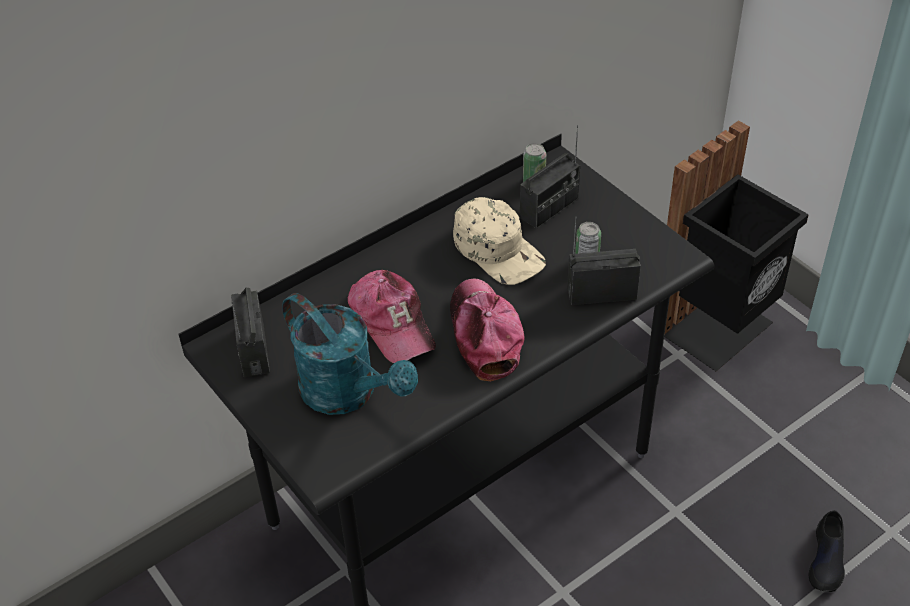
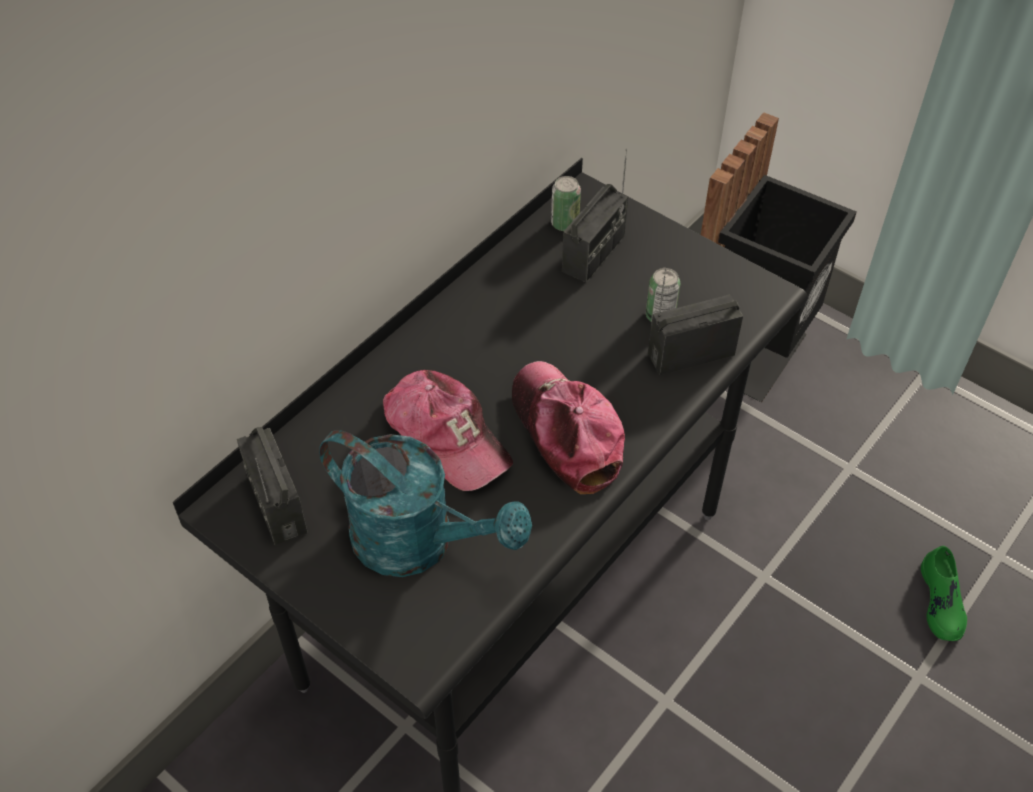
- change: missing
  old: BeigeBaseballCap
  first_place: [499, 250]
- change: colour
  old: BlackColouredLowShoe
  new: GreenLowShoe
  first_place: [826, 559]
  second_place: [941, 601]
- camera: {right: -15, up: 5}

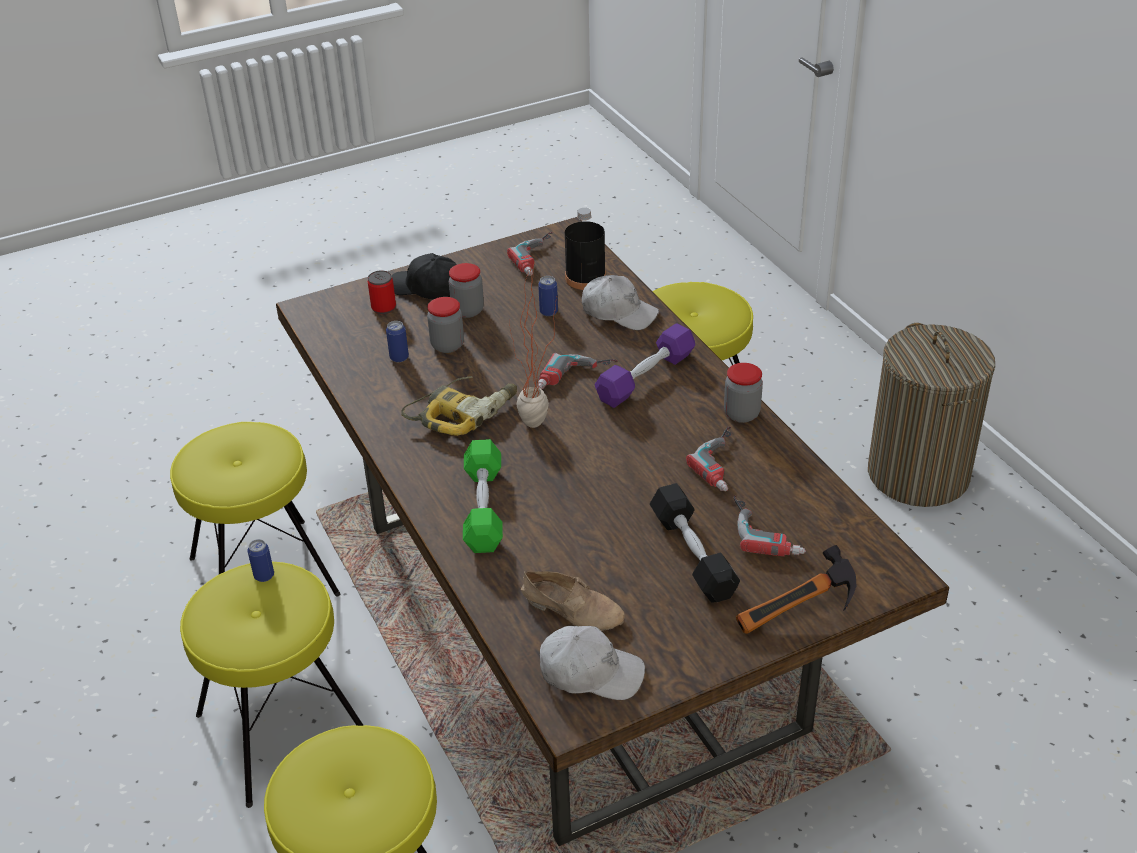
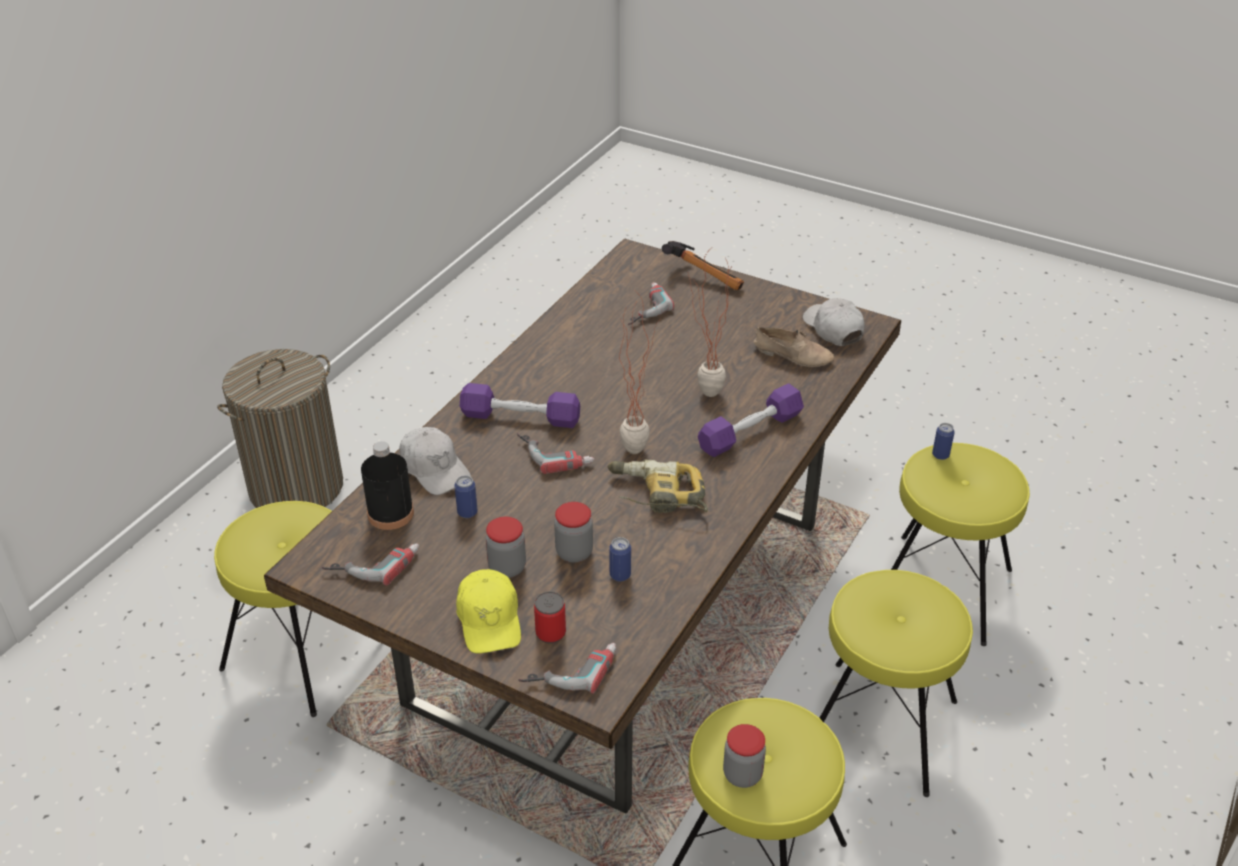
- change: relocated
  old: SealedCan
  first_place: [264, 575]
  second_place: [940, 455]
- change: colour
  old: BlackColouredBaseballCap
  new: YellowColouredBaseballCap
  first_place: [427, 288]
  second_place: [489, 619]
- change: colour
  old: GreenHandWeight
  new: PurplishHandWeight
  first_place: [483, 507]
  second_place: [750, 431]
- change: spun
  old: BeigeLowShoe
  first_place: [573, 608]
  second_place: [793, 354]
  degrees: 120
- change: spun
  old: WhitishBaseballCap
  first_place: [619, 312]
  second_place: [434, 469]
  degrees: 150
- change: missing
  old: BlackColouredHandWeight
  first_place: [693, 555]
- change: relocated
  old: ElectricDrill
  first_place: [725, 464]
  second_place: [570, 668]
- change: relocated
  old: Jar
  first_place: [741, 414]
  second_place: [742, 774]
- change: appeared
  new: Houseplant
  second_place: [702, 395]
- camera: {right: -125, up: 0}

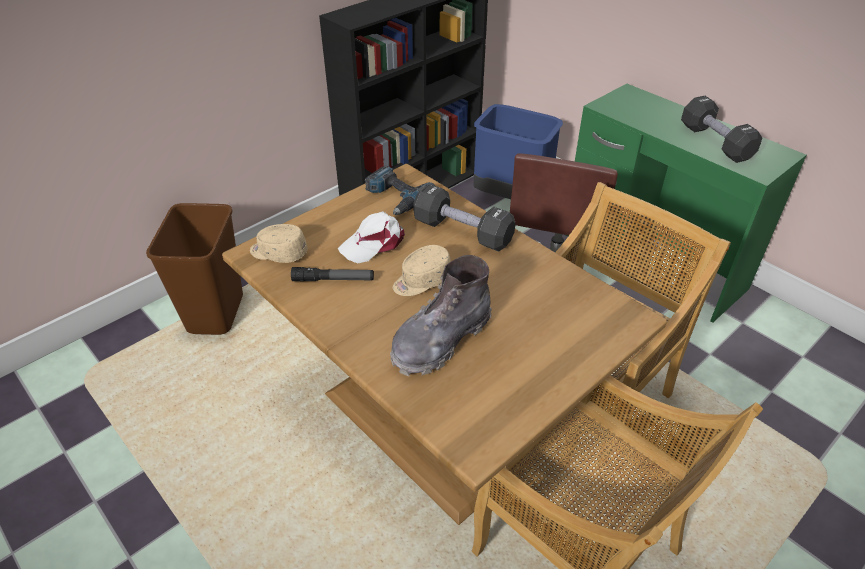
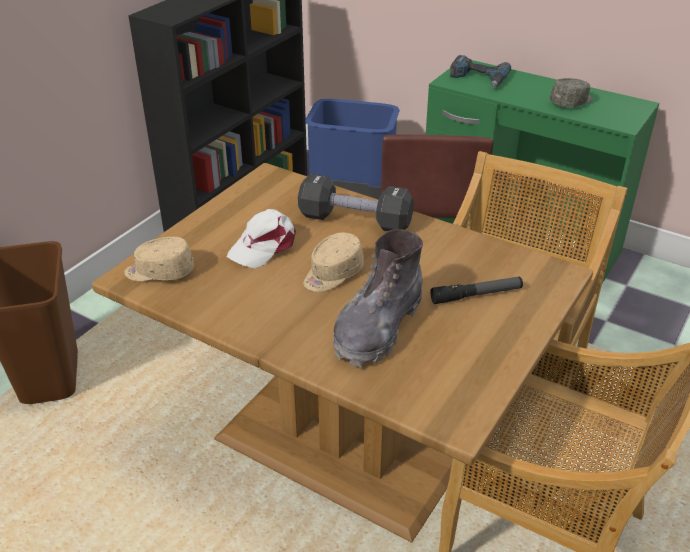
- change: relocated
  old: Flashlight
  first_place: [333, 280]
  second_place: [476, 295]
- change: relocated
  old: ElectricDrill
  first_place: [395, 197]
  second_place: [478, 78]
- change: exchanged
  old: BlackColouredHandWeight
  new: GreyishBaseballCap
  first_place: [715, 142]
  second_place: [571, 102]
- camera: {right: -15, up: -5}

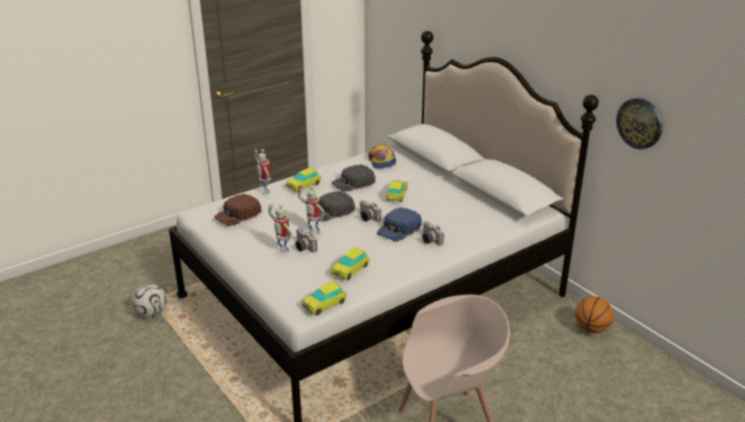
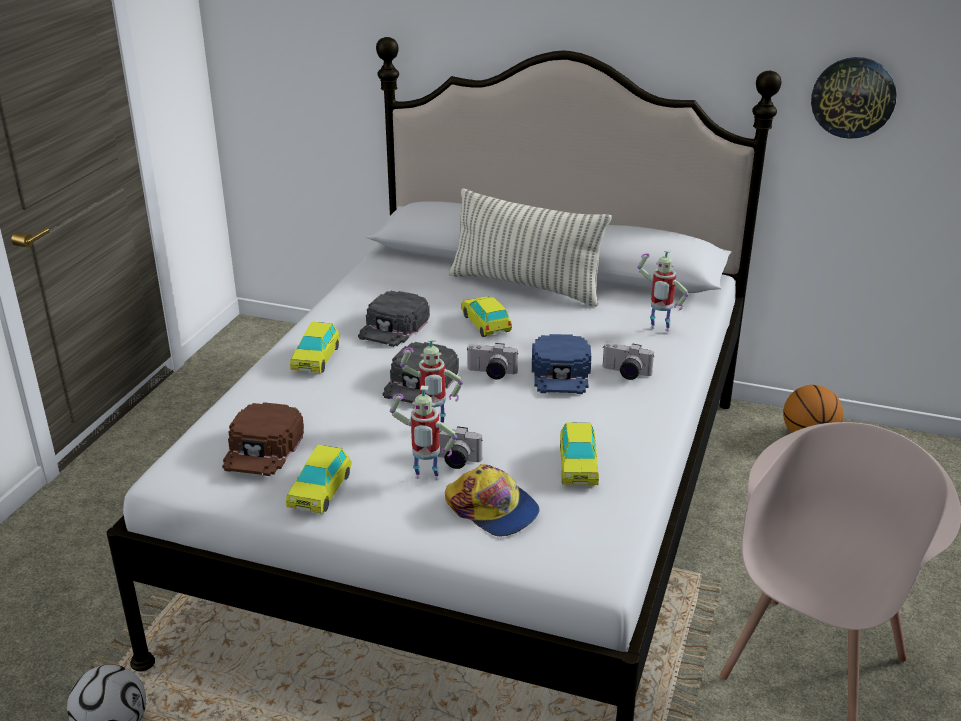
- change: relocated
  old: ModelRobot
  first_place: [265, 192]
  second_place: [658, 330]
- change: relocated
  old: ToyCar
  first_place: [324, 305]
  second_place: [320, 491]
- change: relocated
  old: BaseballCap
  first_place: [382, 161]
  second_place: [492, 509]
- change: appeared
  new: ThrowPillow
  second_place: [526, 286]
- camera: {right: -35, up: 0}

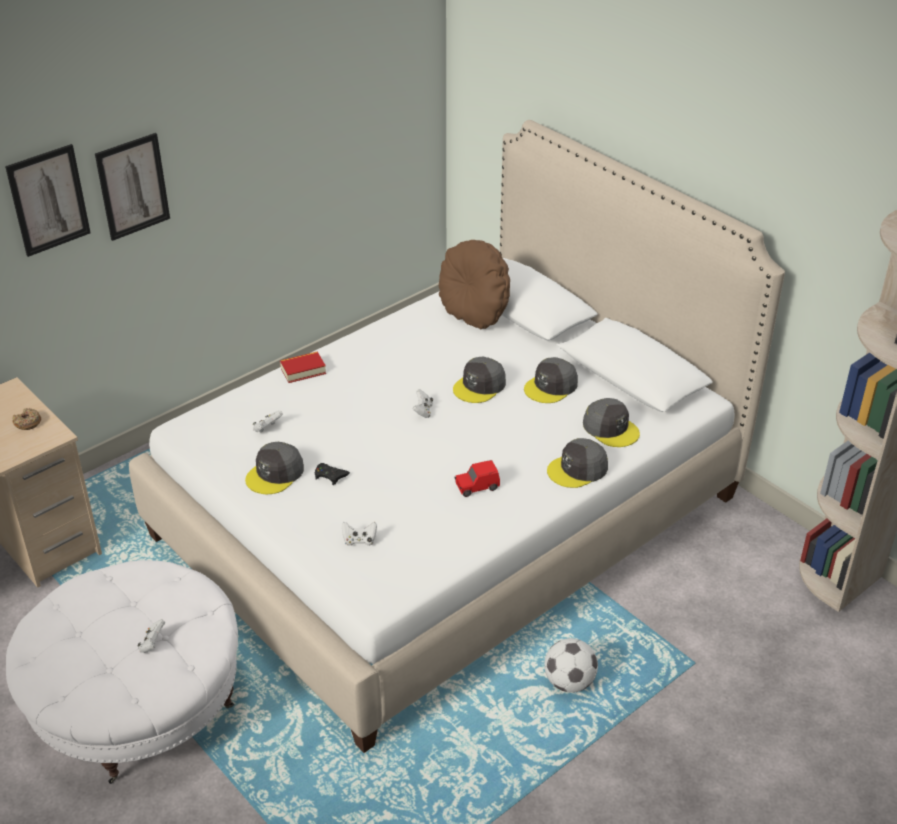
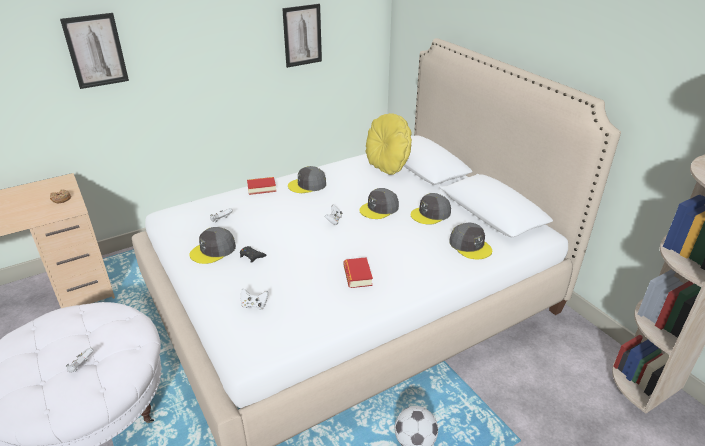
- change: relocated
  old: WallPicture
  first_place: [133, 186]
  second_place: [302, 35]
- change: colour
  old: BrownishThrowPillow
  new: YellowColouredThrowPillow
  first_place: [473, 316]
  second_place: [387, 167]
- change: exchanged
  old: RedColouredToyCar
  new: Volume
  first_place: [476, 487]
  second_place: [357, 276]
- change: relocated
  old: GreyishBaseballCap
  first_place: [578, 469]
  second_place: [307, 185]
- camera: {right: 10, up: -5}

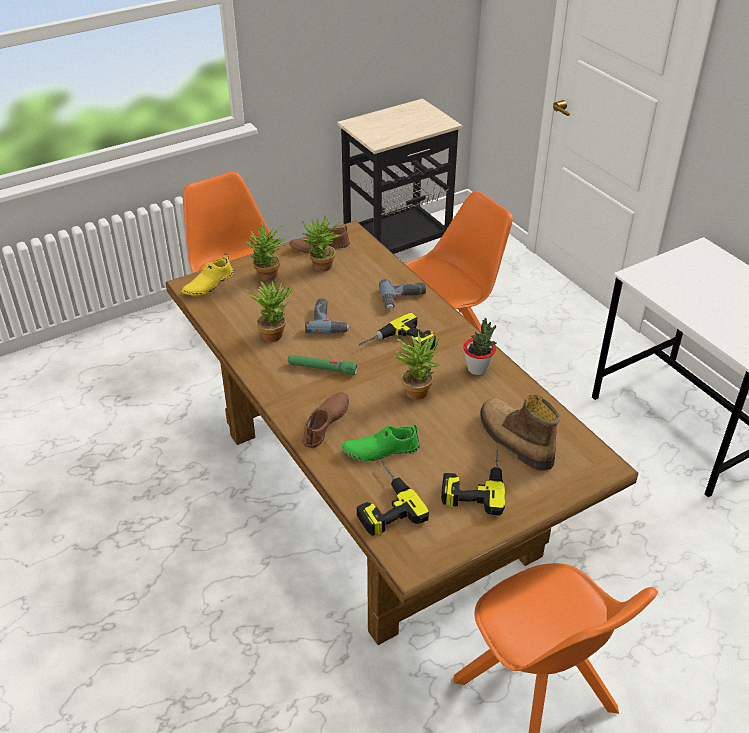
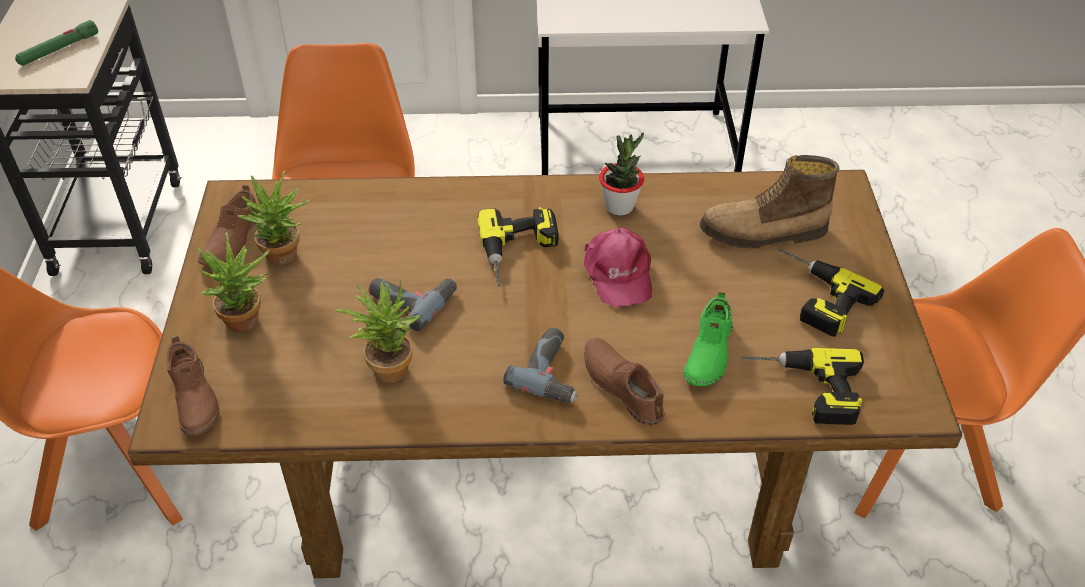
- change: colour
  old: YellowColouredLowShoe
  new: BrownishLowShoe
  first_place: [208, 284]
  second_place: [193, 399]
- change: relocated
  old: GreenFlashlight
  first_place: [322, 368]
  second_place: [58, 49]
- change: relocated
  old: ElectricDrill
  first_place: [403, 299]
  second_place: [553, 372]
- change: exchanged
  old: Houseplant
  new: PinkColouredBaseballCap
  first_place: [416, 389]
  second_place: [618, 273]
- camera: {right: -60, up: 5}

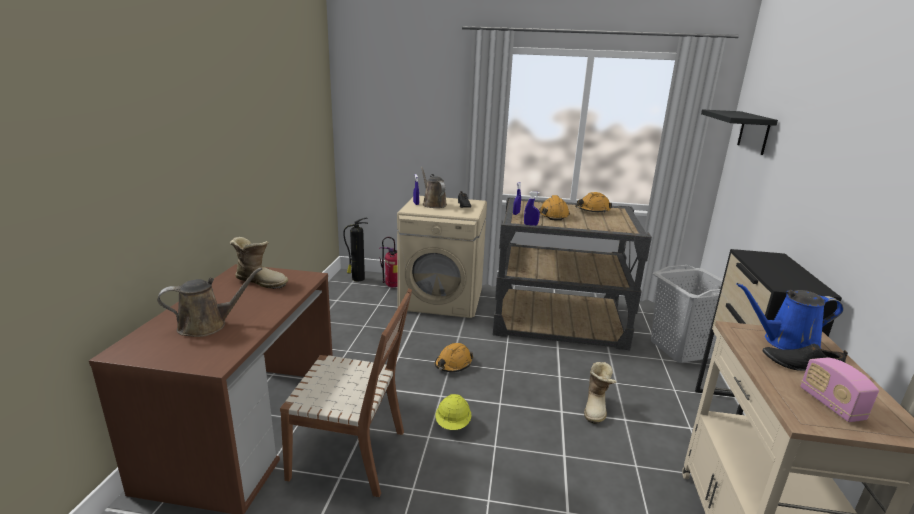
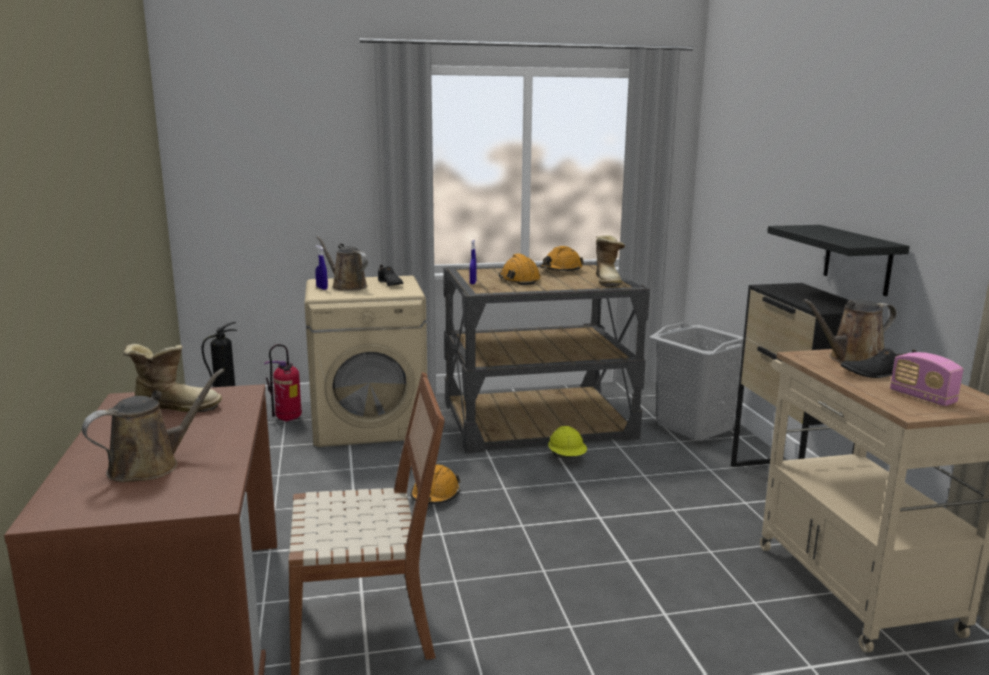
- change: relocated
  old: YellowColouredWorkHelmet
  first_place: [453, 424]
  second_place: [567, 457]
- change: missing
  old: BlueColouredHandSprayer
  first_place: [530, 225]
- change: relocated
  old: TallBoot
  first_place: [596, 408]
  second_place: [608, 281]
- change: relocated
  old: BlackColouredShelf
  first_place: [754, 132]
  second_place: [857, 260]
- change: colour
  old: BlueColouredWateringPot
  new: BrownishWateringPot
  first_place: [786, 343]
  second_place: [852, 359]
- camera: {right: -20, up: -5}

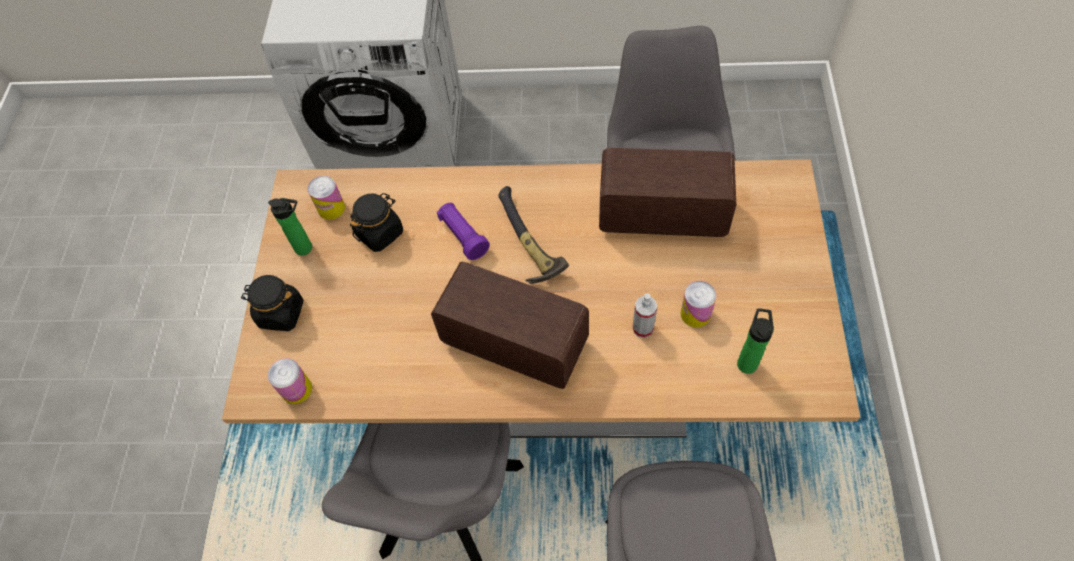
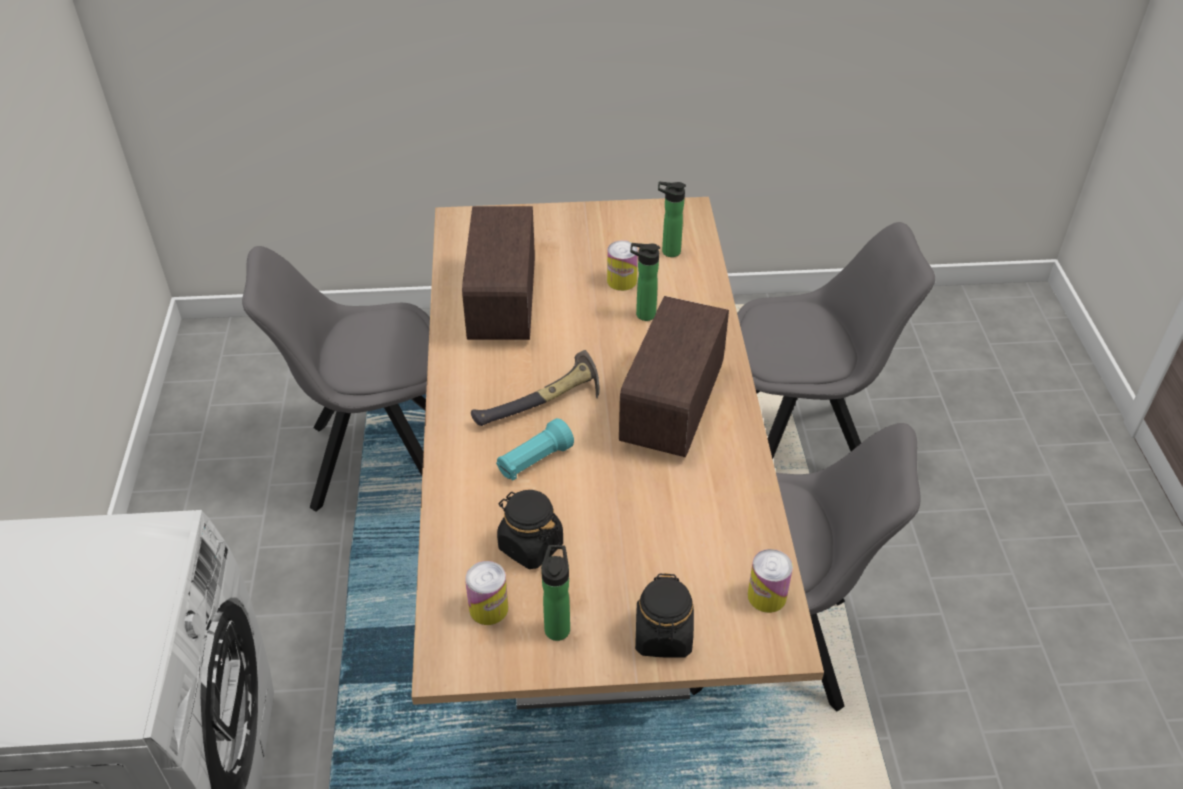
- change: colour
  old: PurplishFlashlight
  new: BlueGreenFlashlight
  first_place: [463, 236]
  second_place: [534, 461]
- change: exchanged
  old: HandSprayer
  new: BeverageBottle
  first_place: [643, 328]
  second_place: [642, 314]
- camera: {right: -100, up: -15}

